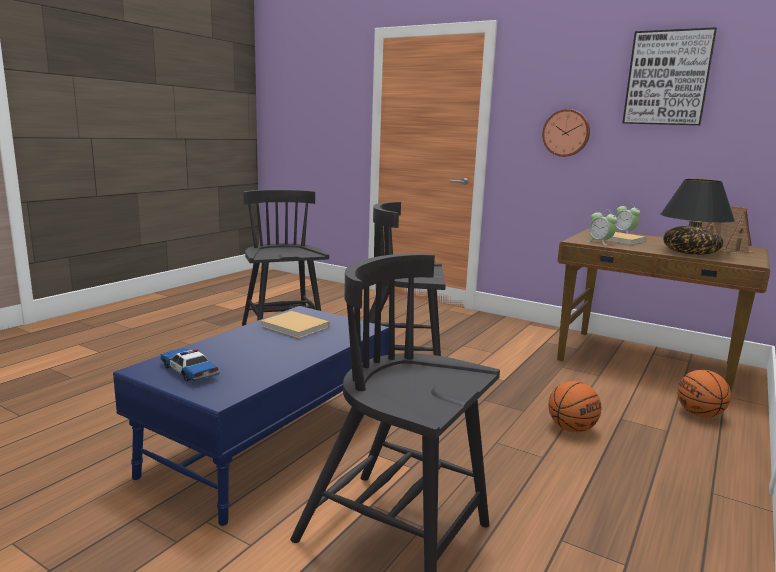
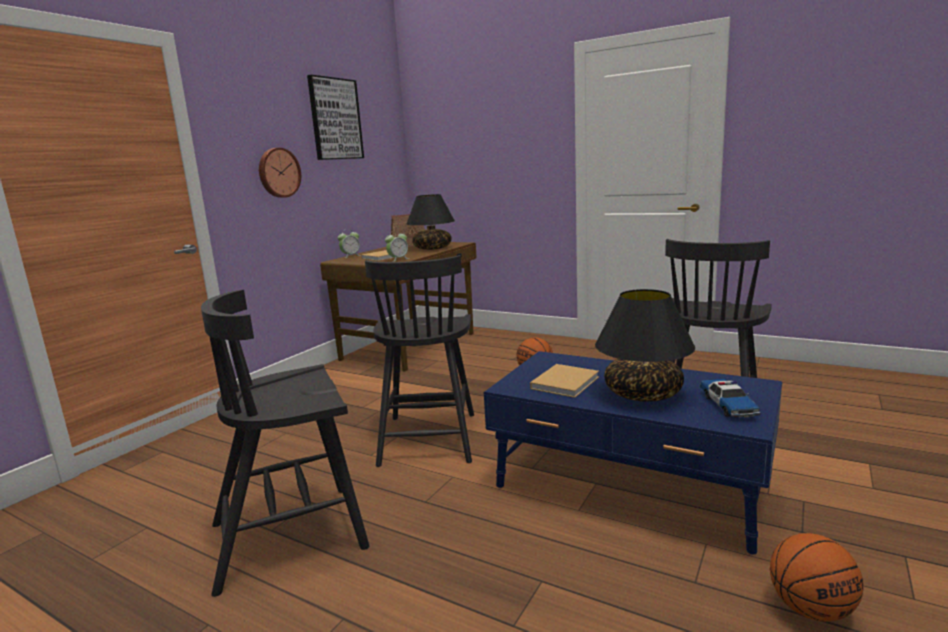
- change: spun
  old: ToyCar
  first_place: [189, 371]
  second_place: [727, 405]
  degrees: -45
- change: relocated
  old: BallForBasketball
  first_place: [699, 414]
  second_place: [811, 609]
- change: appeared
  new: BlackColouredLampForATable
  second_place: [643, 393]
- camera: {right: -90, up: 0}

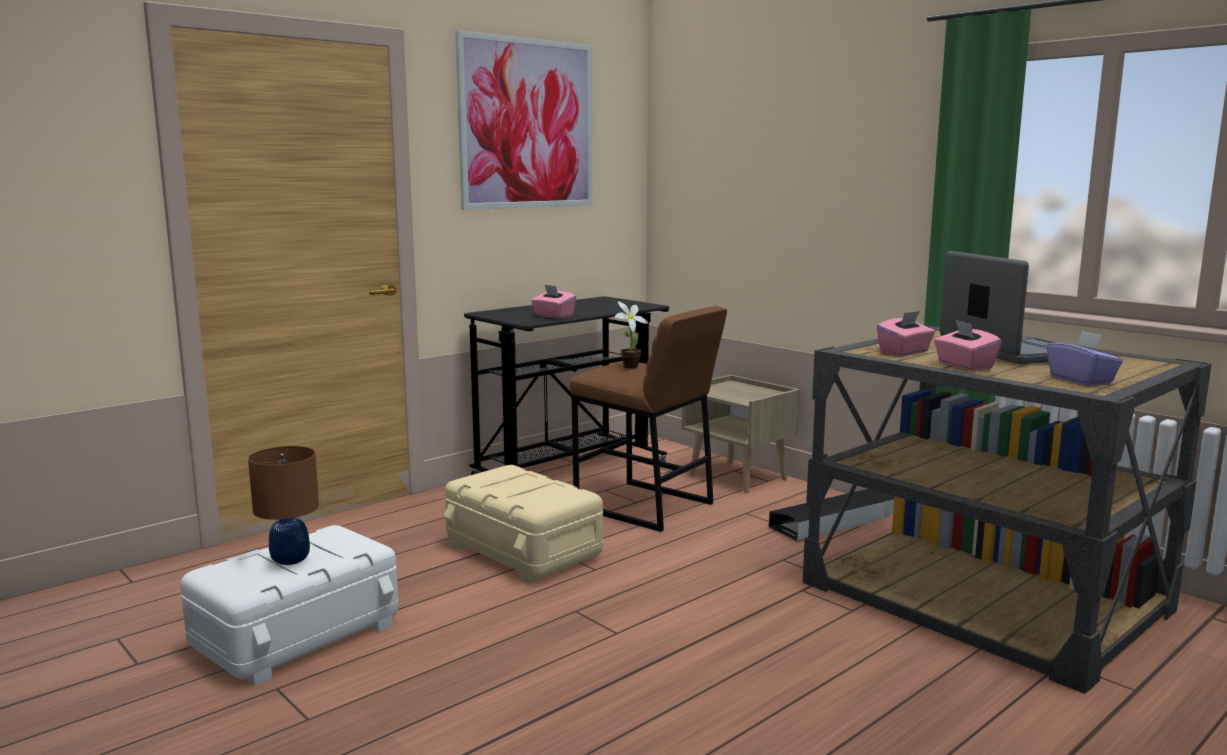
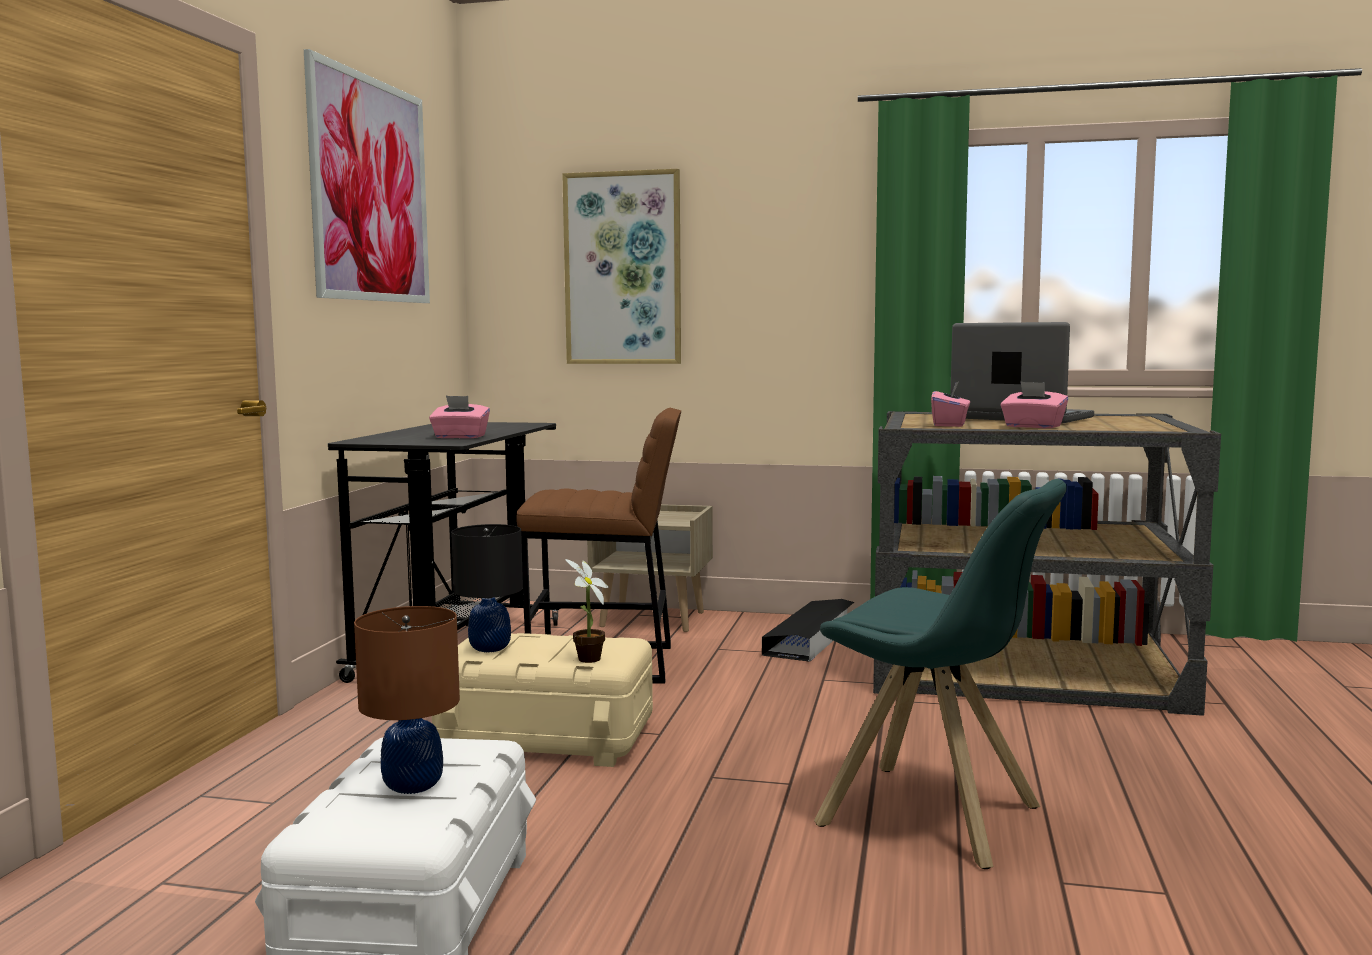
- change: relocated
  old: Houseplant
  first_place: [628, 367]
  second_place: [587, 660]
- change: missing
  old: PurplishTissueBox
  first_place: [1081, 380]
- change: appeared
  new: BlackColouredLampForATable
  second_place: [488, 648]
- change: appeared
  new: WallPicture
  second_place: [623, 269]
- change: appeared
  new: BlueGreenChair
  second_place: [931, 815]
- camera: {right: -35, up: -5}

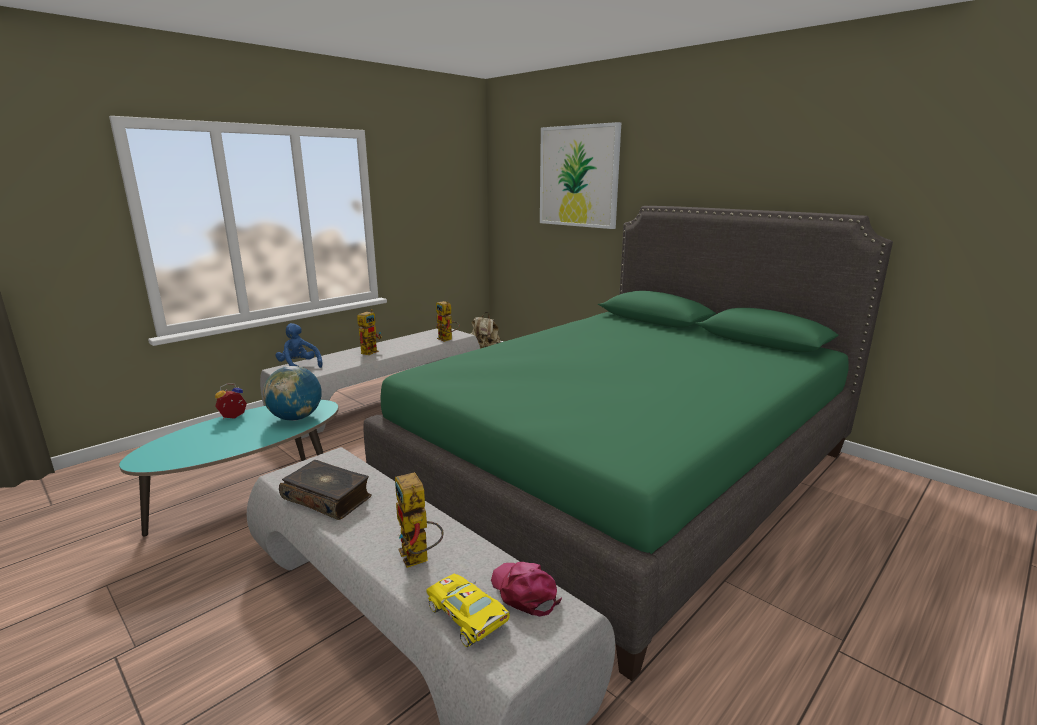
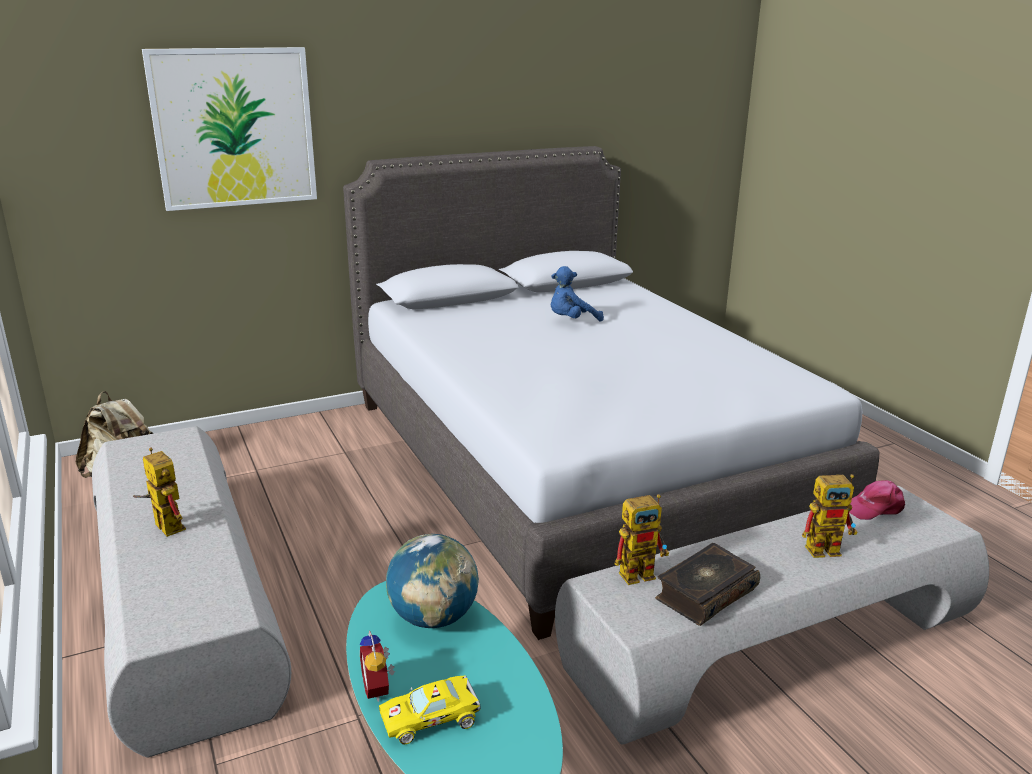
- change: relocated
  old: BlueColouredSoftToy
  first_place: [299, 366]
  second_place: [571, 320]
- change: colour
  old: GreenBedroomBed
  new: GreyishBedroomBed
  first_place: [625, 475]
  second_place: [575, 465]
- change: relocated
  old: YellowColouredToyCar
  first_place: [468, 618]
  second_place: [433, 718]
- change: relocated
  old: ModelRobot
  first_place: [447, 339]
  second_place: [642, 572]
- camera: {right: -70, up: 5}

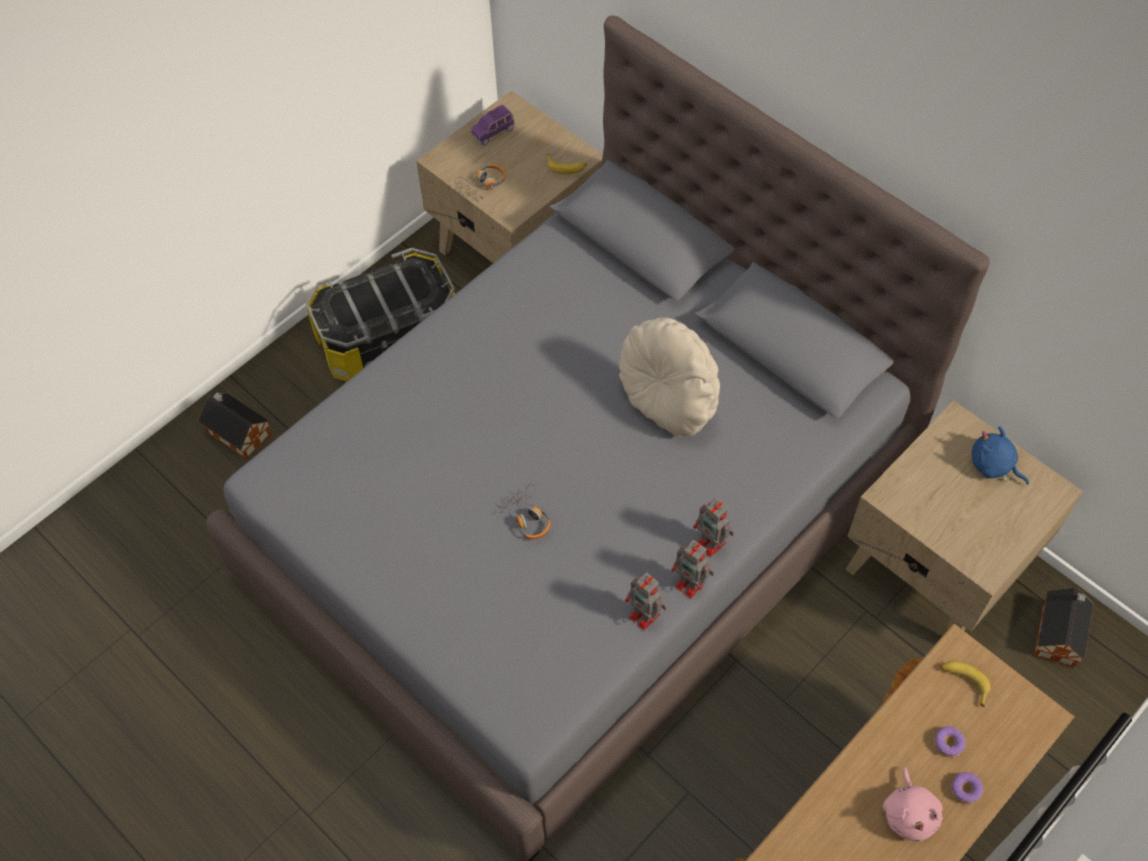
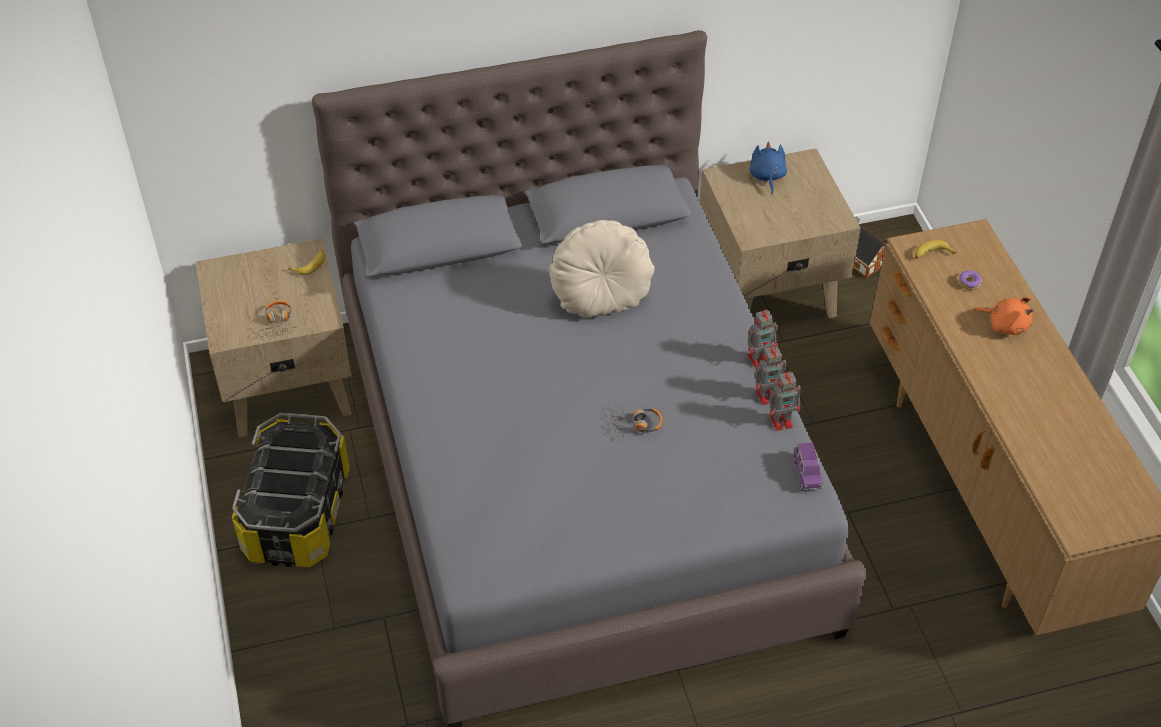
- change: missing
  old: ToyHouse
  first_place: [238, 432]
- change: relocated
  old: PurplishToyCar
  first_place: [493, 132]
  second_place: [807, 473]
- change: relocated
  old: ModelRobot
  first_place: [712, 544]
  second_place: [782, 421]
- change: colour
  old: PinkColouredSoftToy
  new: OrangeSoftToy
  first_place: [909, 813]
  second_place: [1005, 324]
- change: missing
  old: RingDoughnut
  first_place: [964, 790]
- change: spun
  old: BlueColouredSoftToy
  first_place: [993, 465]
  second_place: [767, 177]
  degrees: 105
- camera: {right: -60, up: -10}

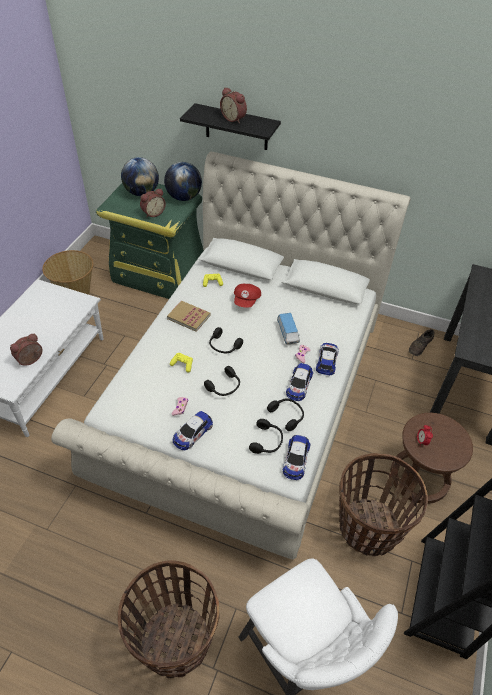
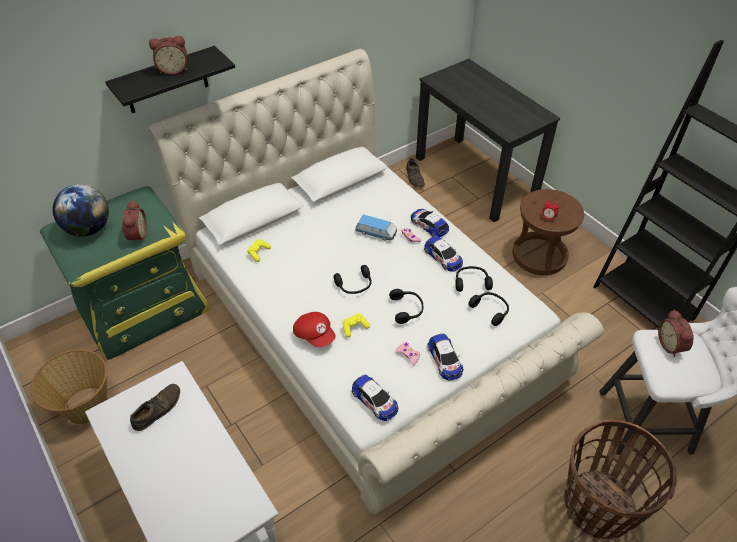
- change: relocated
  old: AlarmClock
  first_place: [31, 360]
  second_place: [671, 345]
- change: missing
  old: Globe
  first_place: [184, 197]
- change: missing
  old: Volume
  first_place: [188, 317]
- change: relocated
  old: RedColouredBaseballCap
  first_place: [247, 301]
  second_place: [315, 335]
- change: relocated
  old: ToyCar
  first_place: [296, 459]
  second_place: [375, 400]
- change: missing
  old: Basket
  first_place: [368, 528]
- change: appeared
  new: BrownishLowShoe
  second_place: [157, 409]
- camera: {right: -55, up: 0}

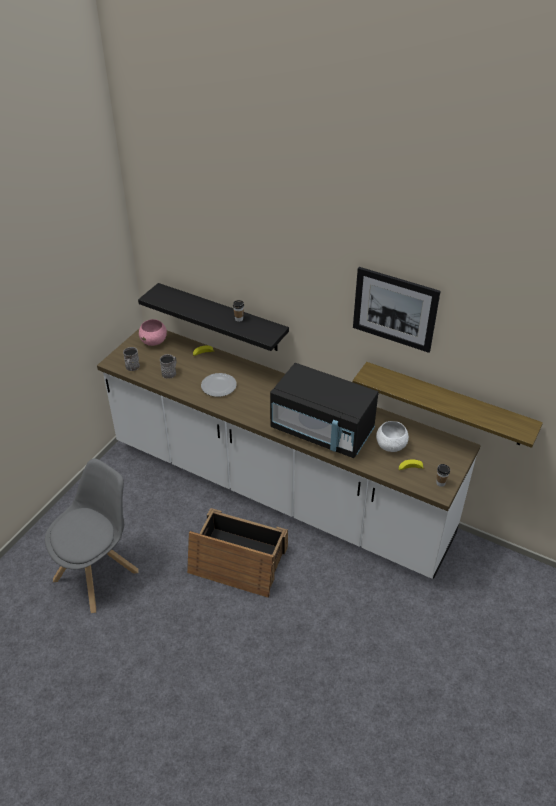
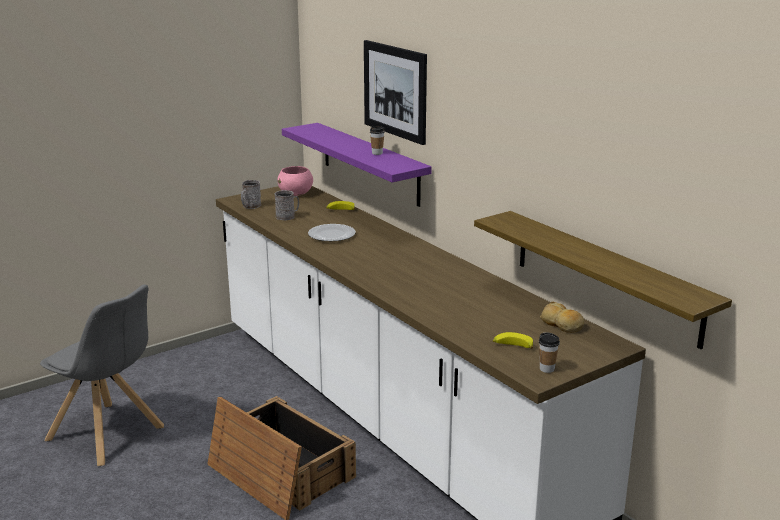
- change: spun
  old: GreyishChair
  first_place: [99, 573]
  second_place: [109, 435]
  degrees: 60
- change: colour
  old: BlackColouredShelf
  new: PurplishShelf
  first_place: [222, 317]
  second_place: [370, 163]
- change: missing
  old: BlackColouredMicrowaveOven
  first_place: [322, 431]
- change: relocated
  old: WallPicture
  first_place: [395, 309]
  second_place: [395, 91]
- change: missing
  old: WhitishDeepDish
  first_place: [390, 445]
- change: appeared
  new: BakedBread
  second_place: [562, 325]
- camera: {right: 25, up: -20}

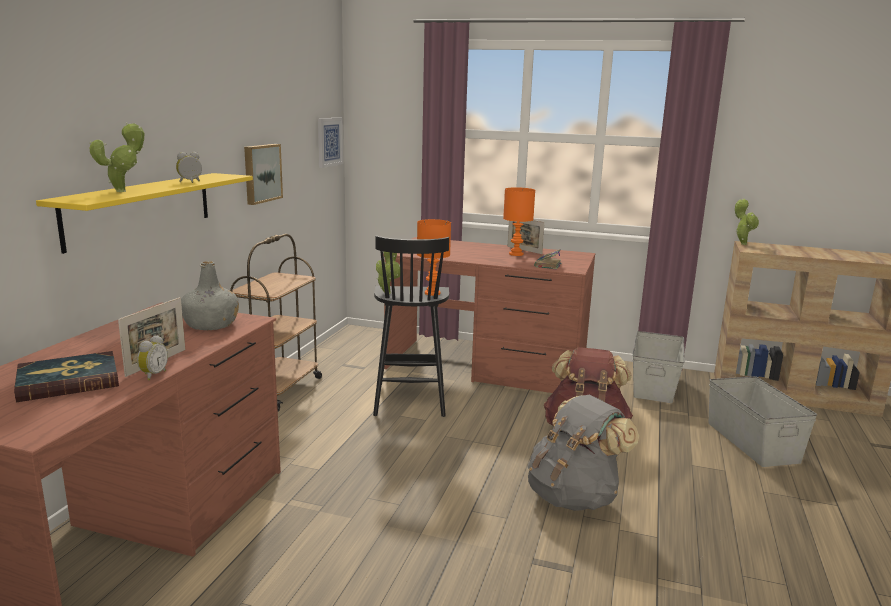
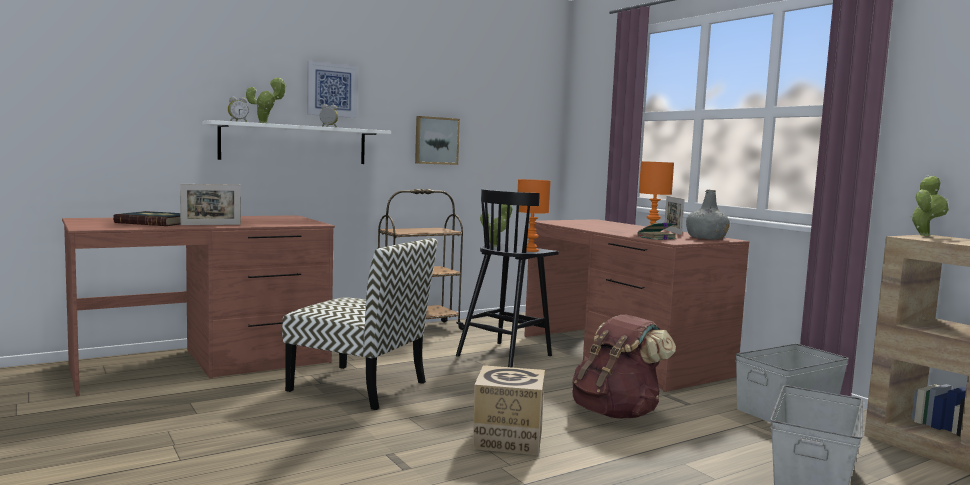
- change: colour
  old: YellowColouredShelf
  new: WhitishShelf
  first_place: [141, 209]
  second_place: [294, 144]
- change: relocated
  old: AlarmClock
  first_place: [152, 375]
  second_place: [237, 121]
- change: relocated
  old: GreyishBeverageBottle
  first_place: [211, 325]
  second_place: [706, 238]
- change: relocated
  old: WallPicture
  first_place: [329, 142]
  second_place: [332, 90]
- change: exchanged
  old: GreyishRucksack
  new: PackingBox
  first_place: [574, 496]
  second_place: [508, 439]
- change: appeared
  new: Chair
  second_place: [360, 386]
- camera: {right: 40, up: -10}

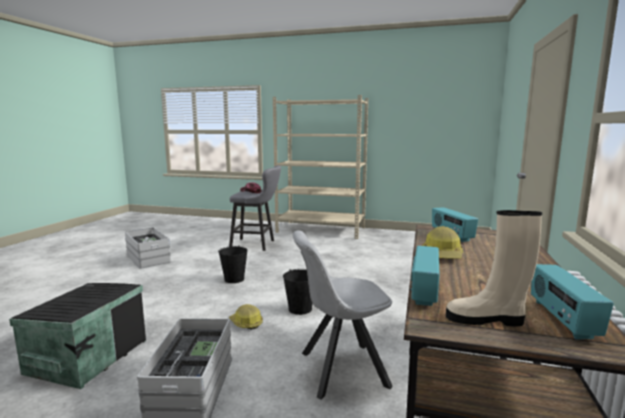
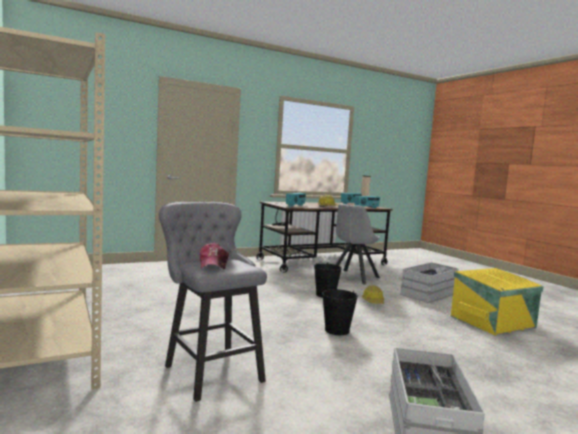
- change: colour
  old: BlackColouredStorageContainer
  new: YellowColouredStorageContainer
  first_place: [86, 356]
  second_place: [494, 322]
- change: spun
  old: GreyishChair
  first_place: [341, 370]
  second_place: [353, 277]
  degrees: 90
- camera: {right: -135, up: -5}

